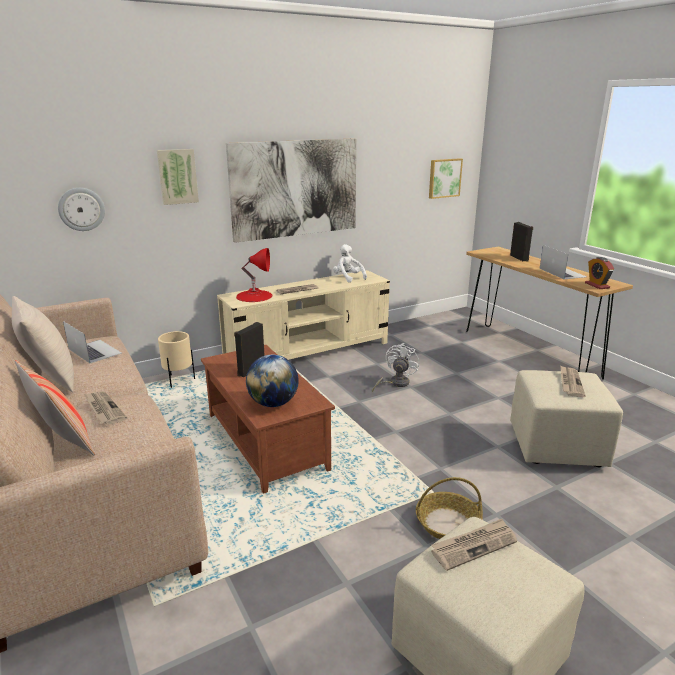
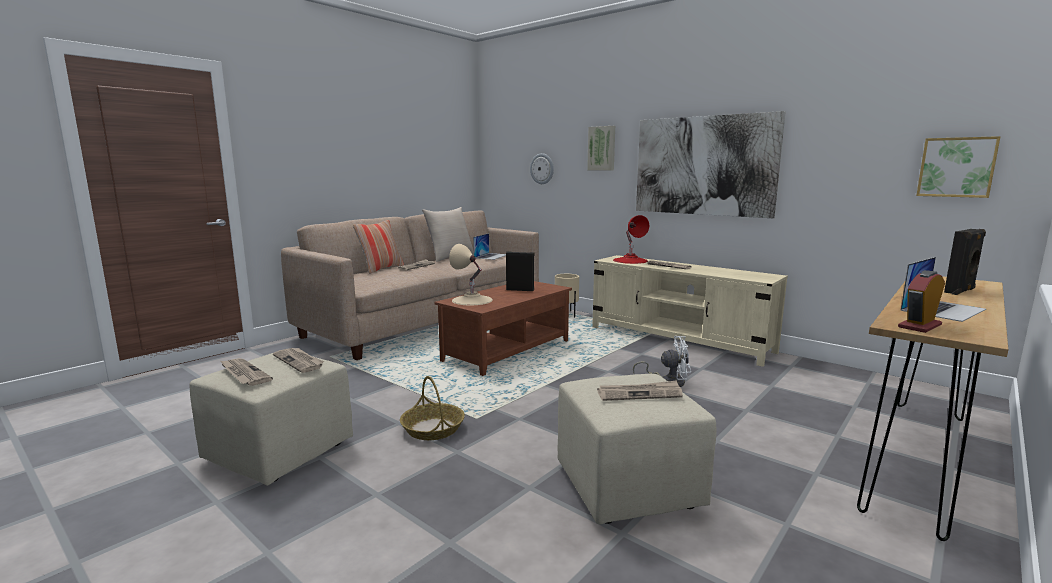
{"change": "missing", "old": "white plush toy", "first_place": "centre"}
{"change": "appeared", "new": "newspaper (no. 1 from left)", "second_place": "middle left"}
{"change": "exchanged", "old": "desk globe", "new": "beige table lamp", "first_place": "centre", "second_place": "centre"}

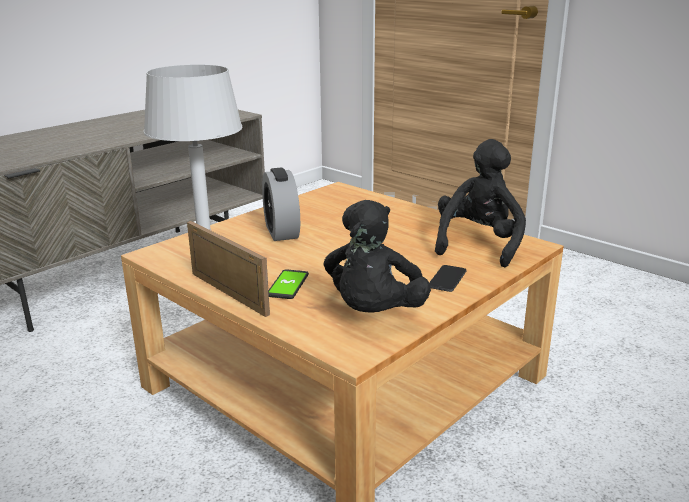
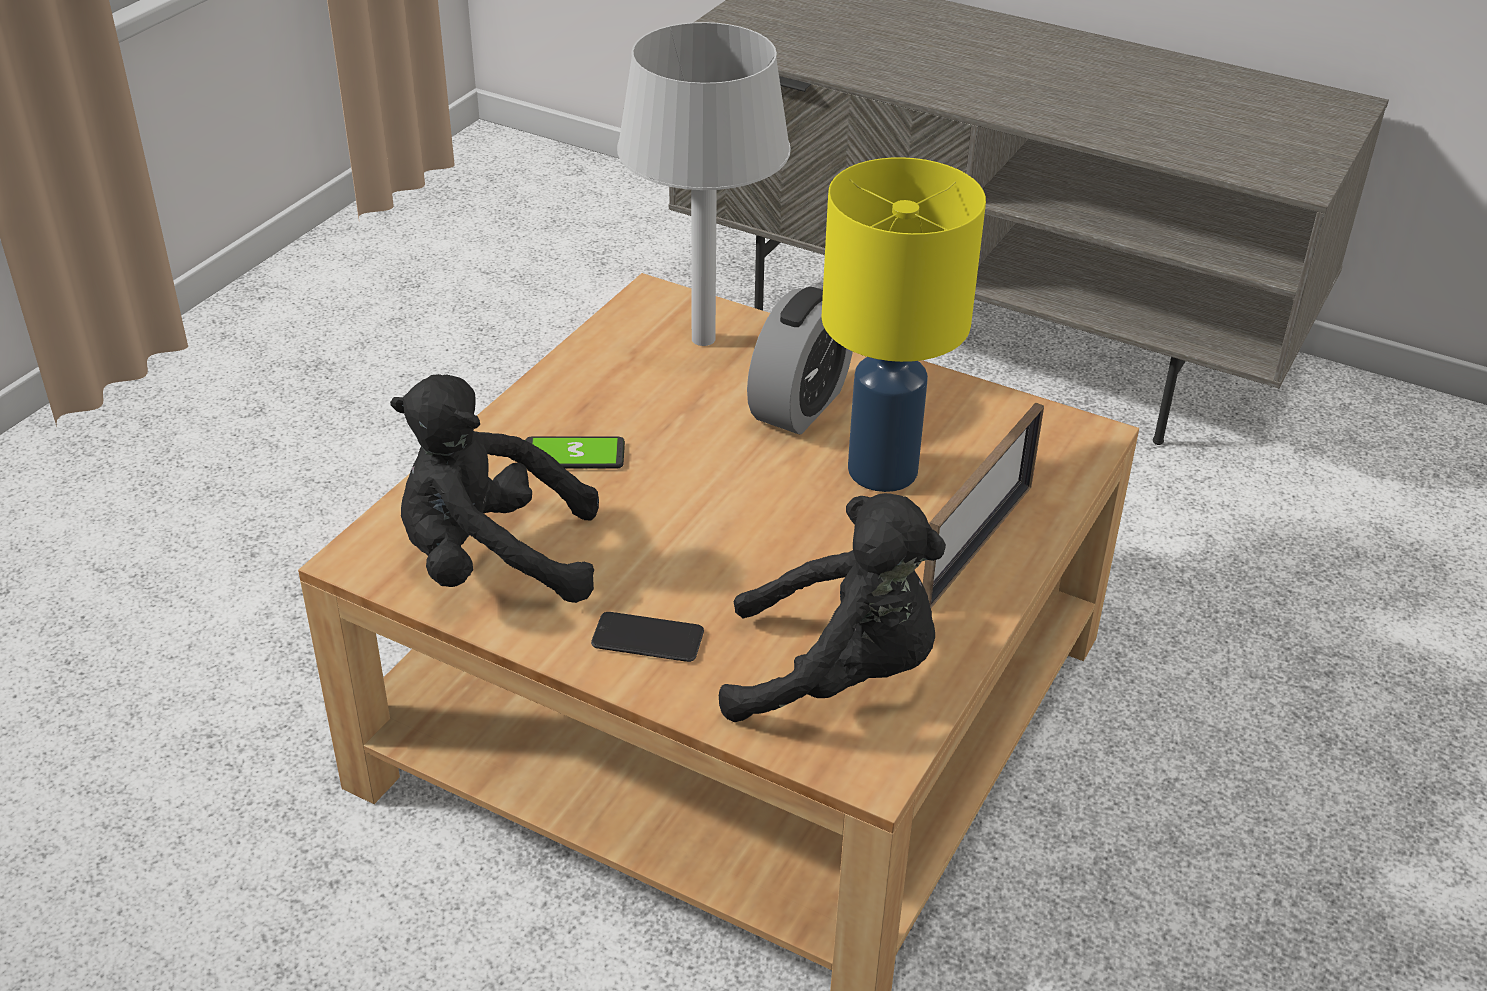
{"change": "appeared", "new": "yellow-coloured table lamp", "second_place": "top centre"}
{"change": "relocated", "old": "photo frame", "first_place": "middle left", "second_place": "centre"}
{"change": "spun", "old": "bedside clock", "first_place": "centre", "second_place": "centre", "degrees": 150}

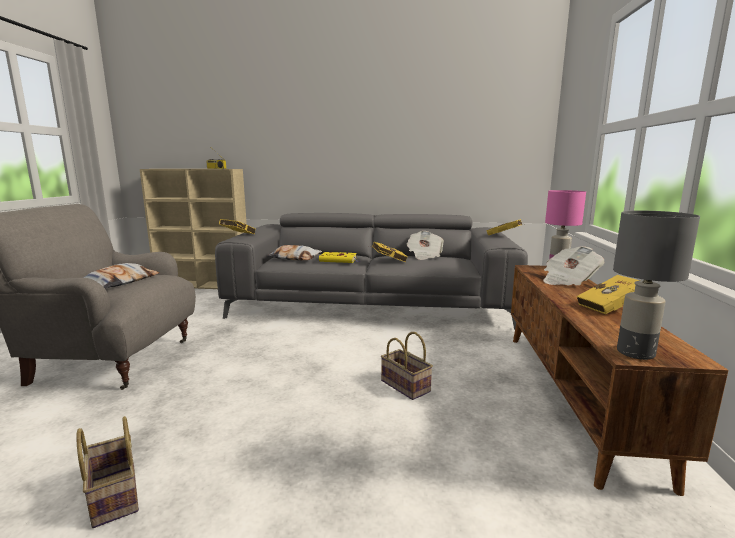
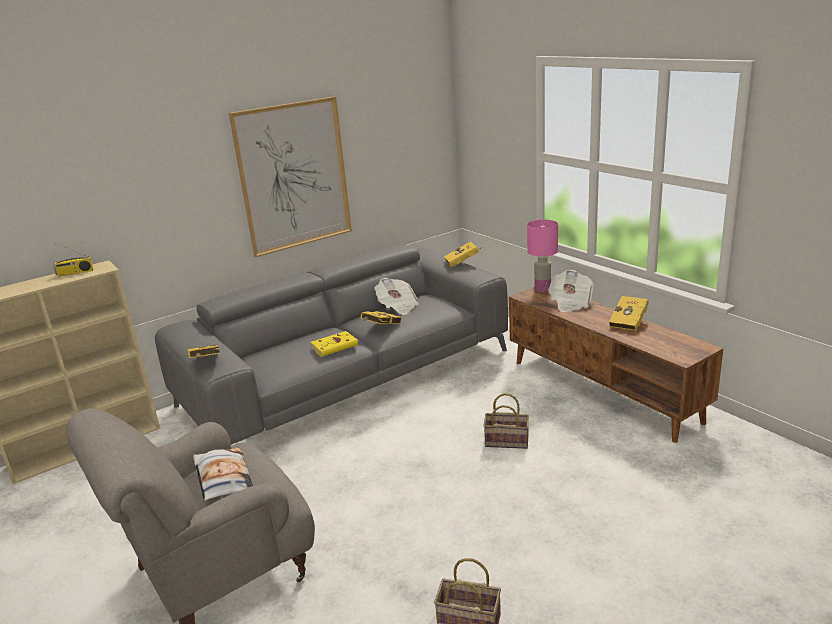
{"change": "missing", "old": "pillow (no. 2 from left)", "first_place": "centre"}
{"change": "missing", "old": "gray table lamp", "first_place": "middle right"}
{"change": "appeared", "new": "wall picture", "second_place": "top centre"}

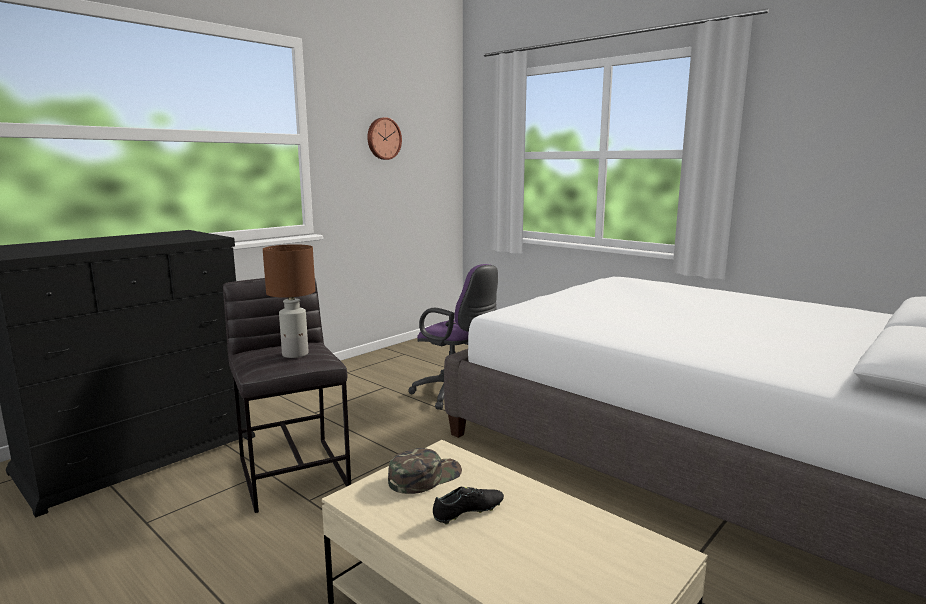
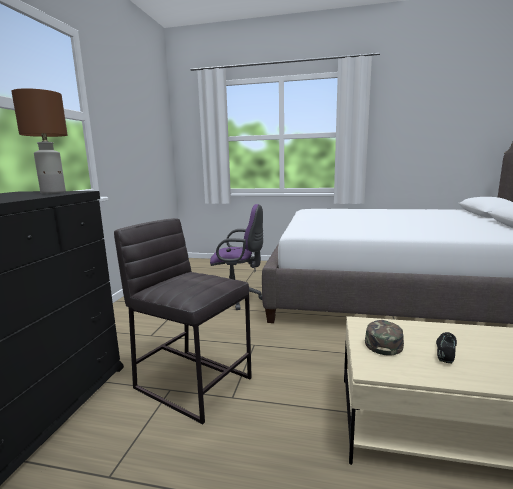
{"change": "missing", "old": "wall clock", "first_place": "top centre"}
{"change": "relocated", "old": "brown table lamp", "first_place": "middle left", "second_place": "top left"}

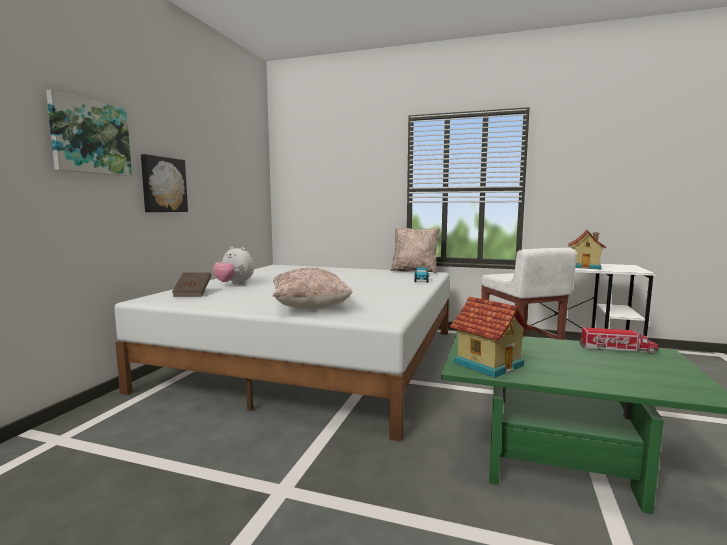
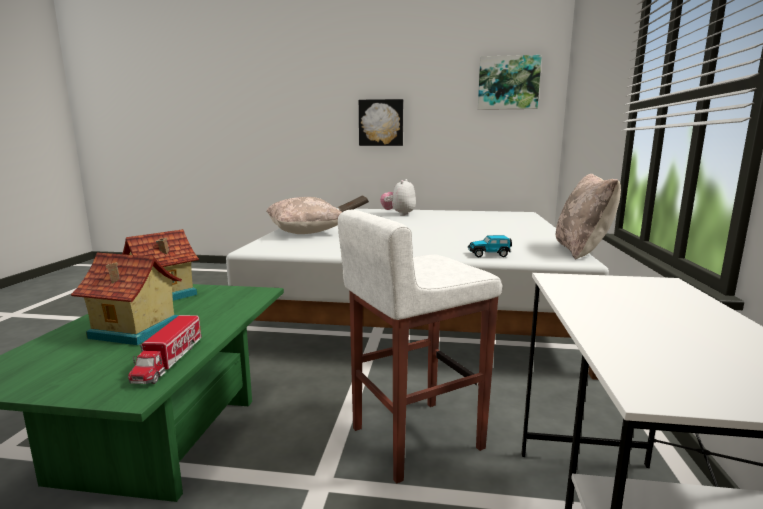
{"change": "relocated", "old": "wall picture (no. 1 from left in the first image)", "new": "wall picture (no. 2 from left)", "first_place": "top left", "second_place": "top right"}
{"change": "relocated", "old": "miniature house (no. 2 from left in the first image)", "new": "miniature house (no. 1 from left)", "first_place": "middle right", "second_place": "middle left"}

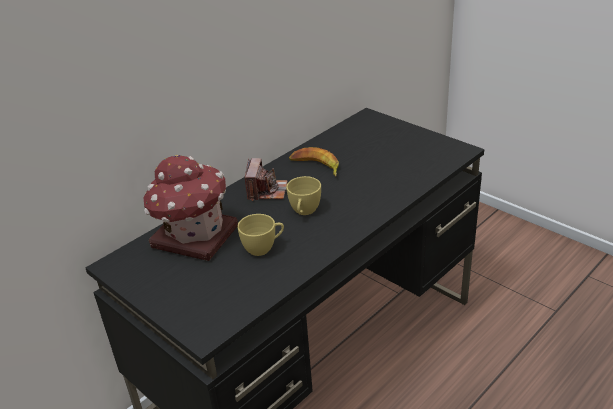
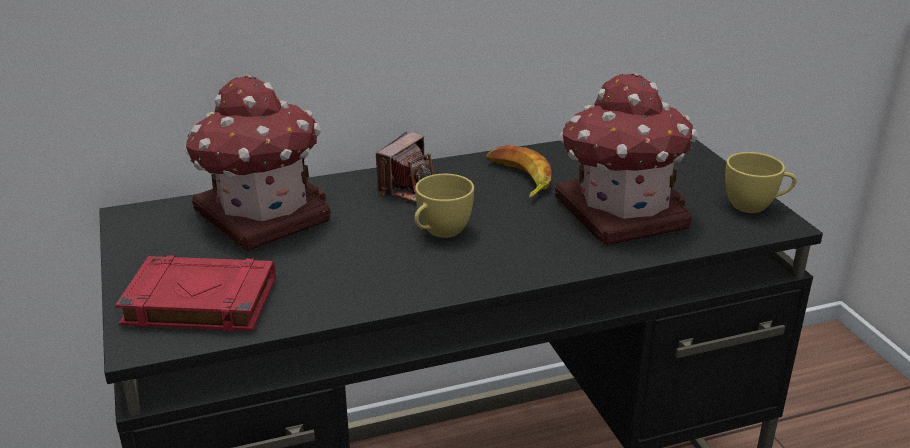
{"change": "appeared", "new": "reddish book", "second_place": "middle left"}
{"change": "appeared", "new": "miniature house (no. 2 from left)", "second_place": "middle right"}
{"change": "relocated", "old": "yellow-coloured drinking cup (no. 1 from left in the first image)", "new": "yellow-coloured drinking cup (no. 2 from left)", "first_place": "centre", "second_place": "middle right"}

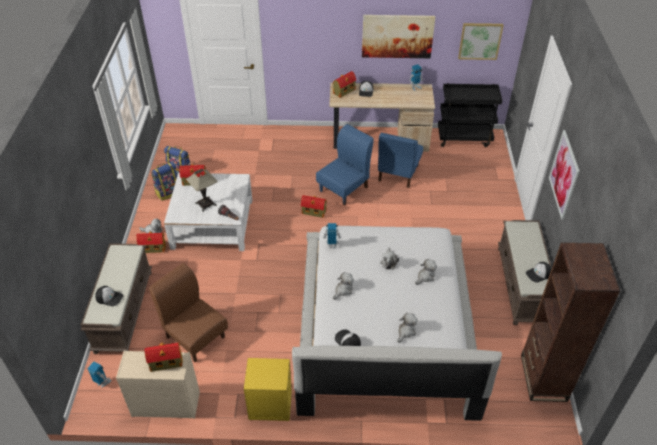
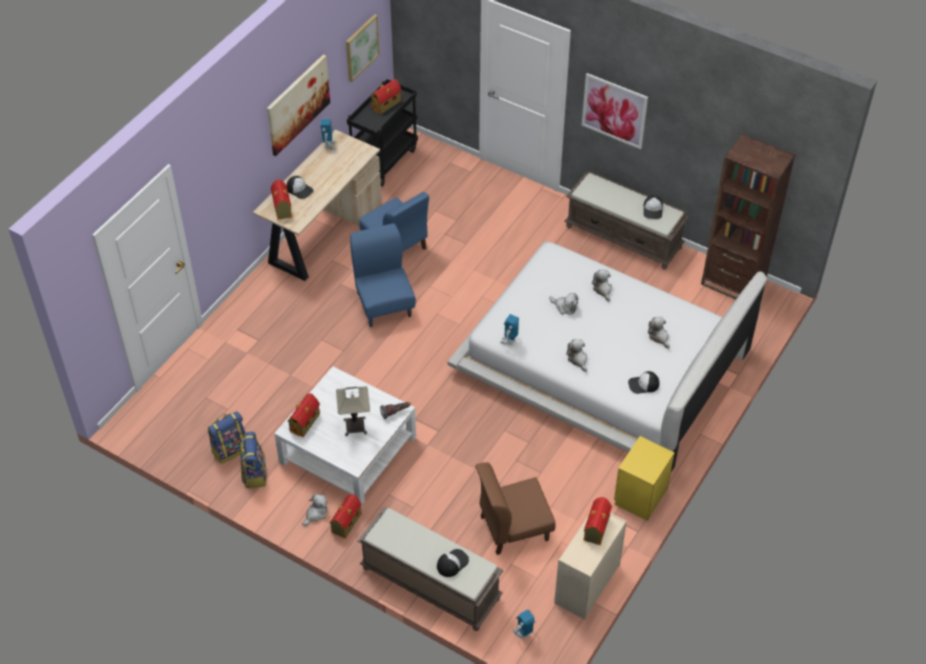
{"change": "relocated", "old": "miniature house (no. 4 from left)", "first_place": "centre", "second_place": "top centre"}

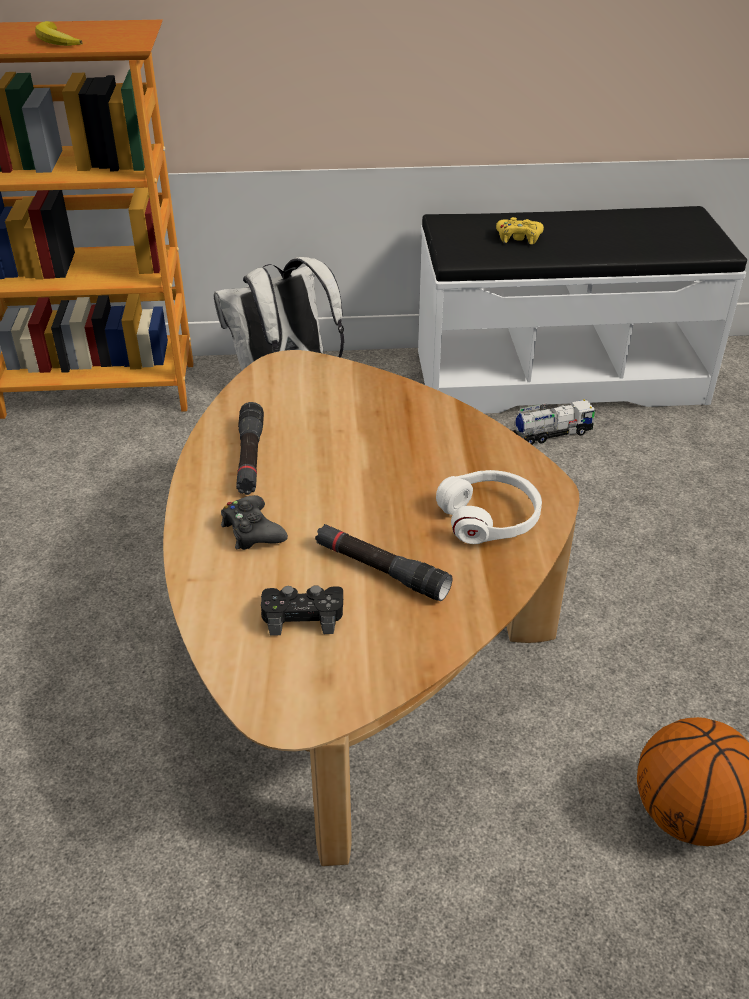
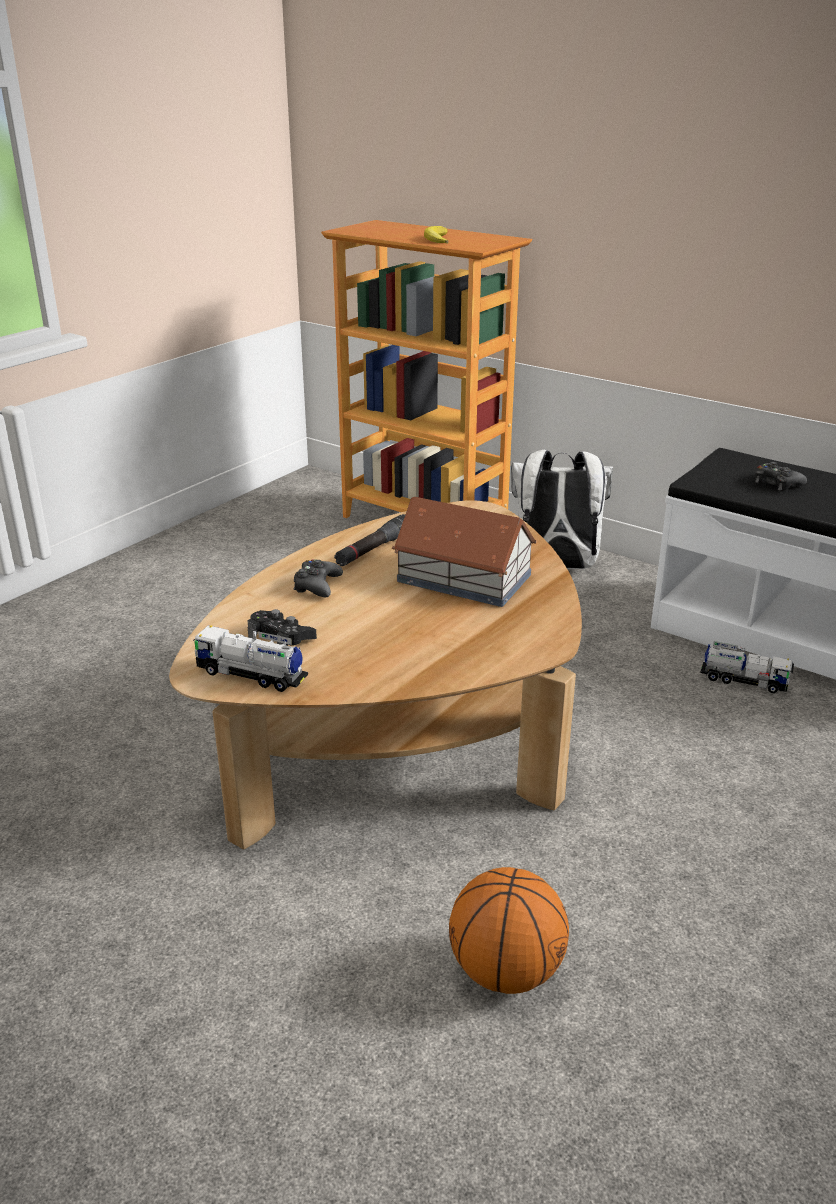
{"change": "missing", "old": "blackish flashlight (no. 2 from left)", "first_place": "centre"}
{"change": "missing", "old": "white pair of headphones", "first_place": "centre"}
{"change": "appeared", "new": "model truck (no. 1 from left)", "second_place": "middle left"}
{"change": "appeared", "new": "miniature house", "second_place": "centre"}
{"change": "colour", "old": "yellow-coloured game controller", "new": "blackish game controller (no. 3 from left)", "first_place": "top right", "second_place": "middle right"}

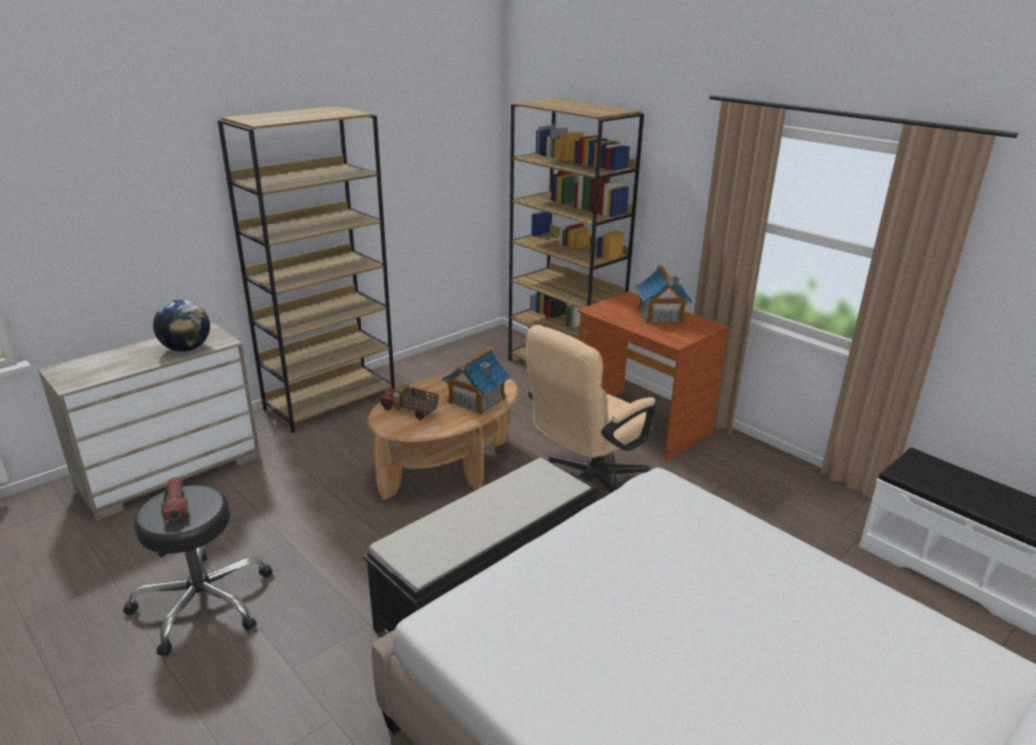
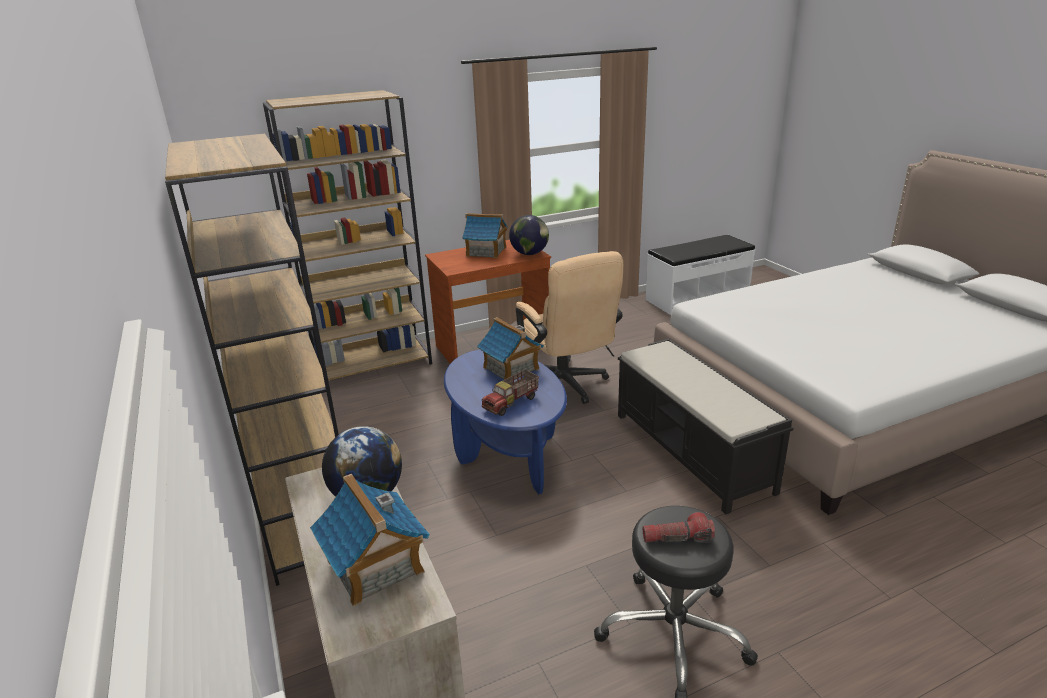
{"change": "appeared", "new": "miniature house (no. 1 from left)", "second_place": "bottom centre"}
{"change": "appeared", "new": "desk globe (no. 2 from left)", "second_place": "centre"}
{"change": "colour", "old": "brown lounge table", "new": "bluish lounge table", "first_place": "centre", "second_place": "centre"}

